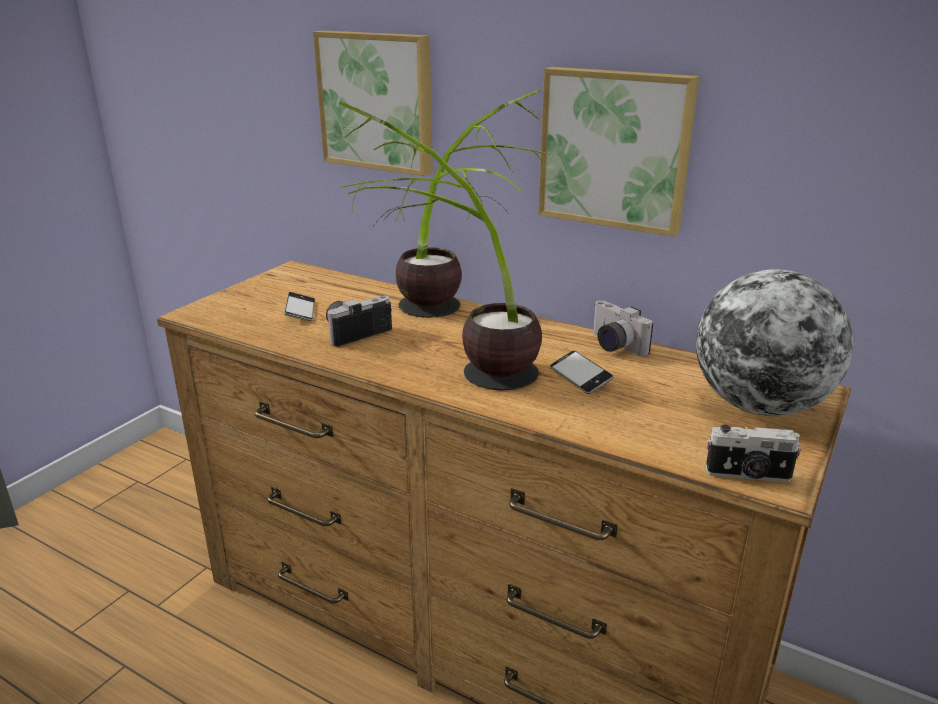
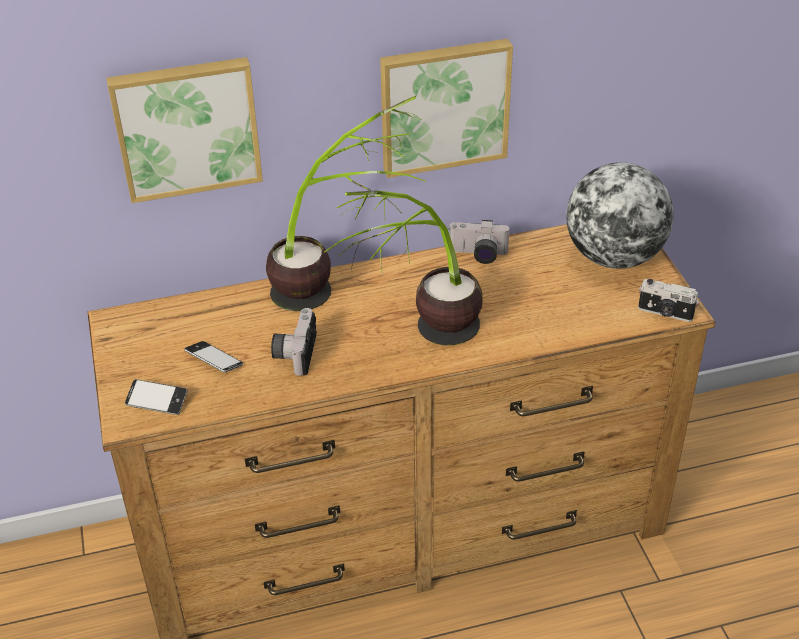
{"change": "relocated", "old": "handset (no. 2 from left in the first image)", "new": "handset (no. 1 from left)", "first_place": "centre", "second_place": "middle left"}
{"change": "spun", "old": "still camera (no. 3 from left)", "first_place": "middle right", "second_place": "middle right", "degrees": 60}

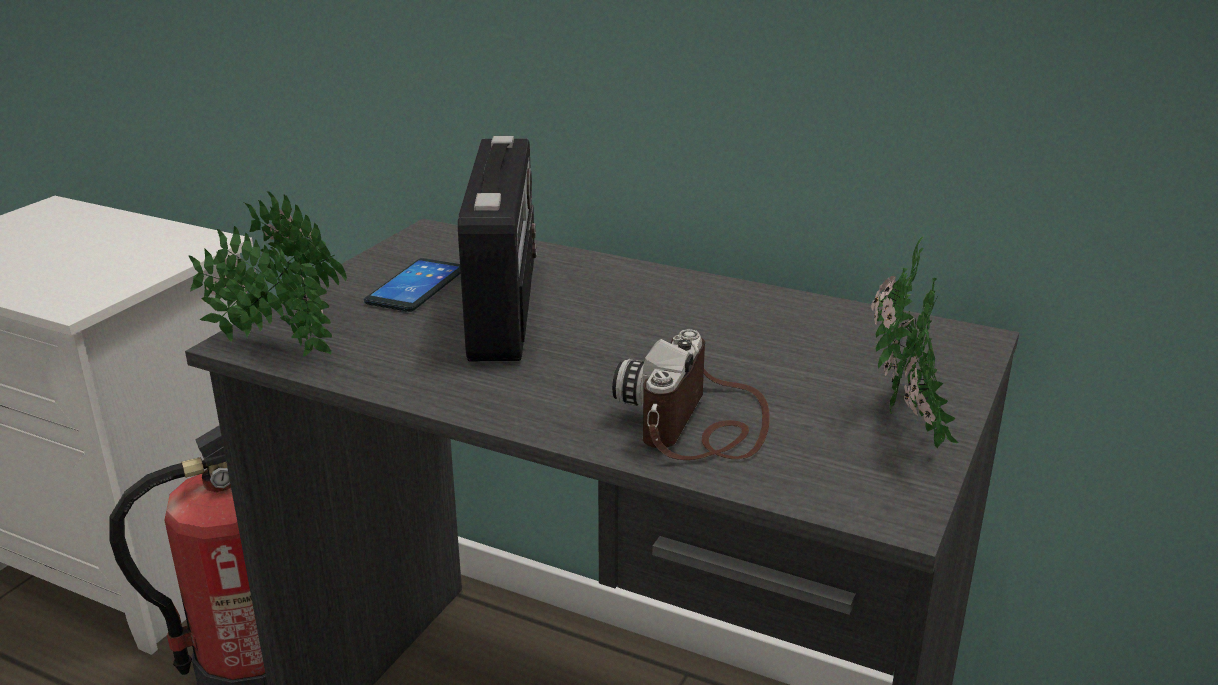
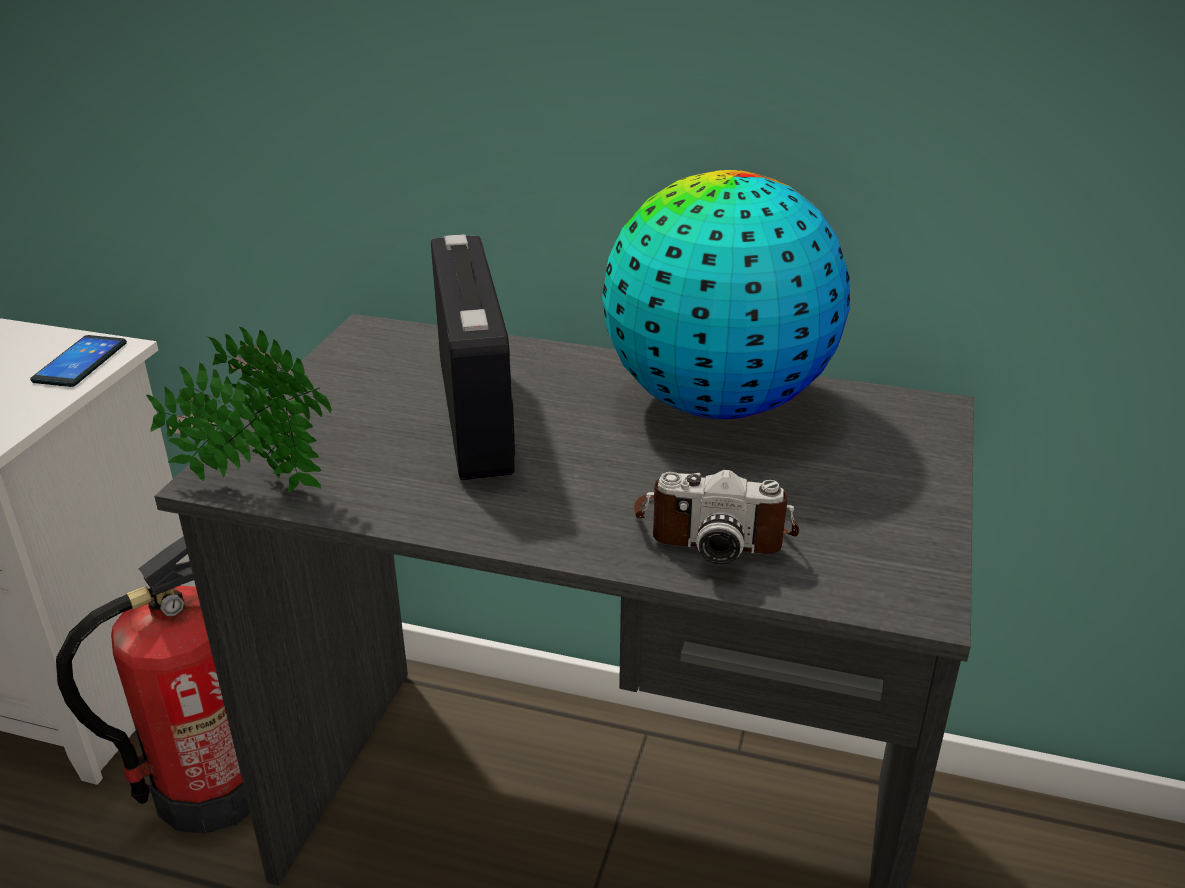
{"change": "missing", "old": "potted plant (no. 2 from left)", "first_place": "middle right"}
{"change": "appeared", "new": "desk globe", "second_place": "top centre"}
{"change": "relocated", "old": "handset", "first_place": "centre", "second_place": "middle left"}
{"change": "spun", "old": "still camera", "first_place": "centre", "second_place": "centre", "degrees": -90}

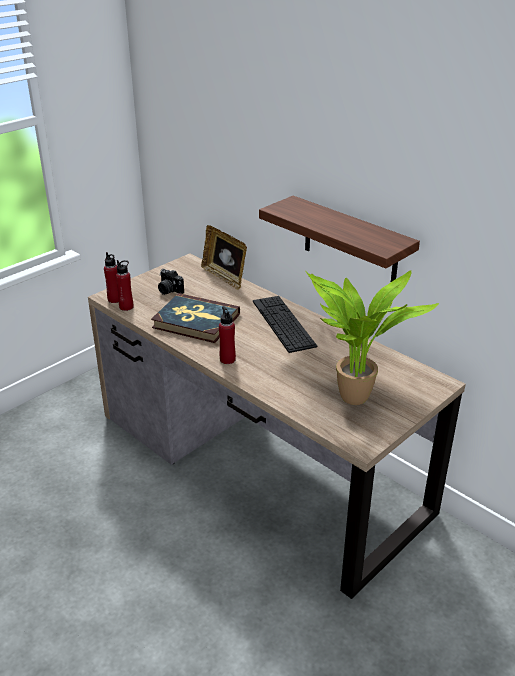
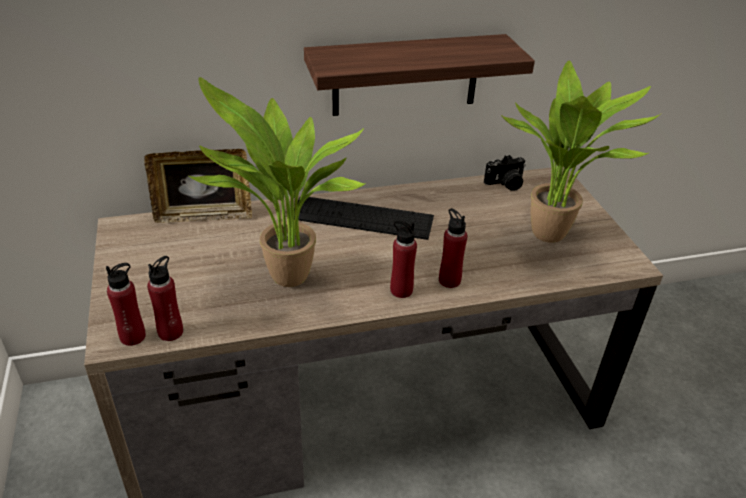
{"change": "appeared", "new": "reddish drink bottle (no. 4 from left)", "second_place": "centre"}
{"change": "relocated", "old": "still camera", "first_place": "middle left", "second_place": "middle right"}
{"change": "exchanged", "old": "book", "new": "potted plant (no. 1 from left)", "first_place": "centre", "second_place": "centre"}

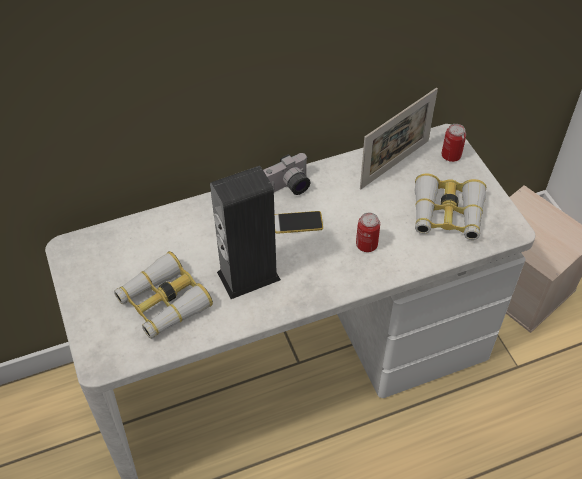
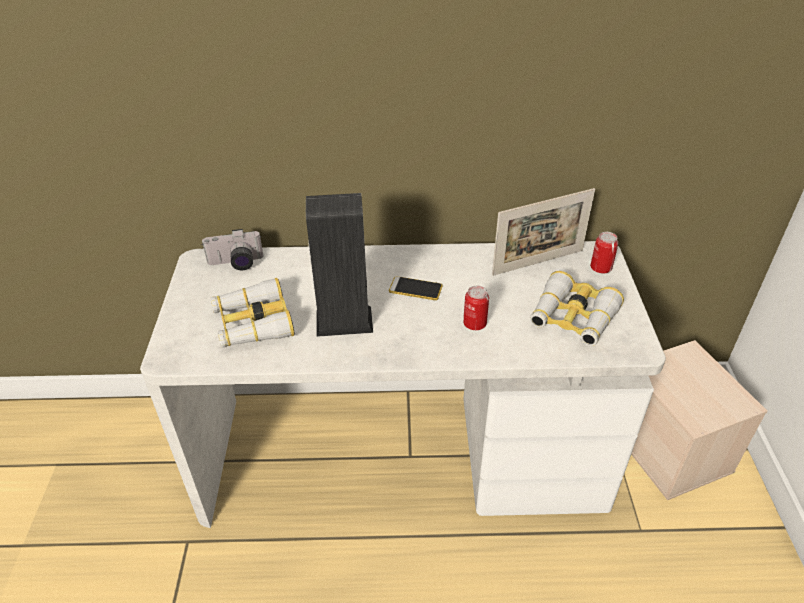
{"change": "relocated", "old": "still camera", "first_place": "centre", "second_place": "middle left"}

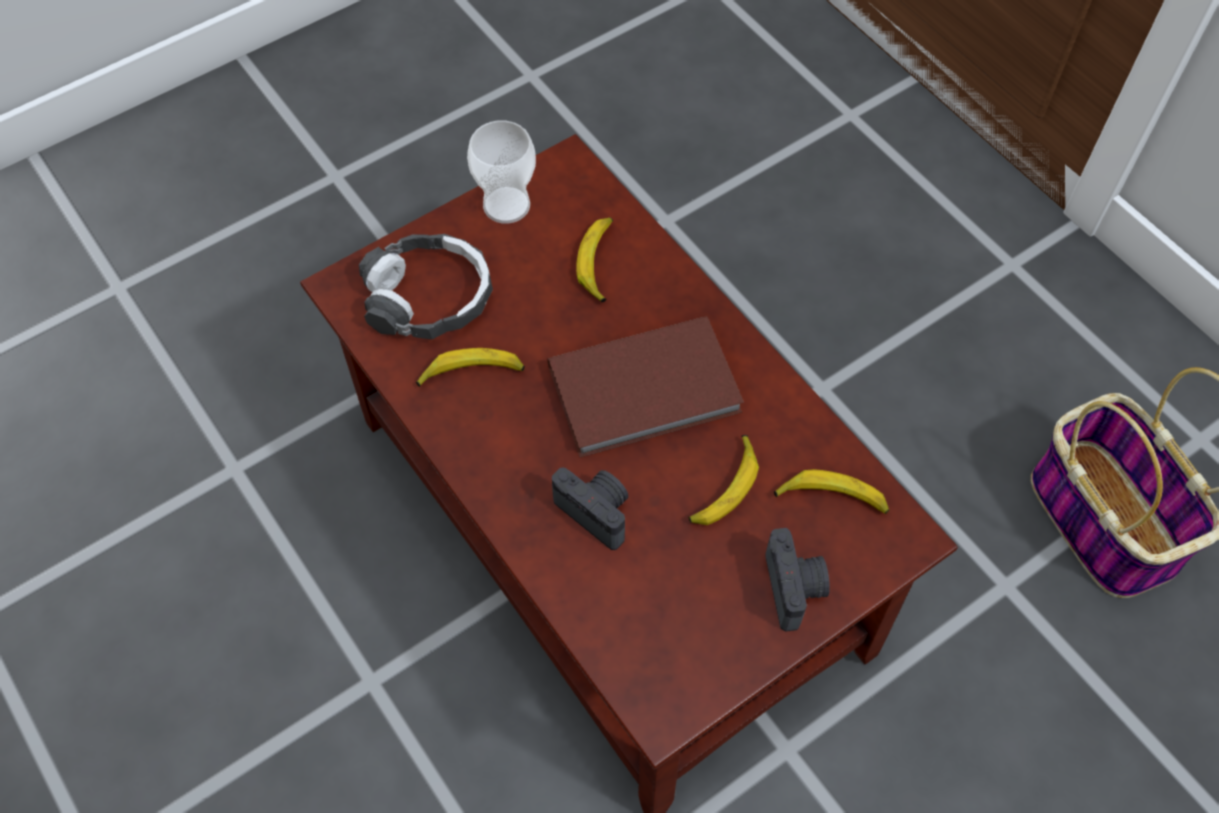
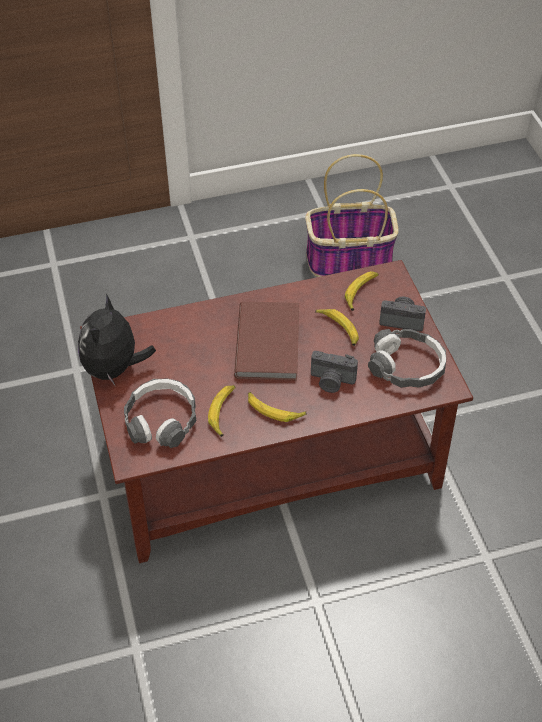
{"change": "appeared", "new": "pair of headphones (no. 2 from left)", "second_place": "middle right"}
{"change": "relocated", "old": "banana fruit (no. 2 from left)", "first_place": "top centre", "second_place": "centre"}
{"change": "exchanged", "old": "drinking cup", "new": "plush toy", "first_place": "top centre", "second_place": "middle left"}
{"change": "spun", "old": "still camera (no. 1 from left)", "first_place": "centre", "second_place": "centre", "degrees": -135}

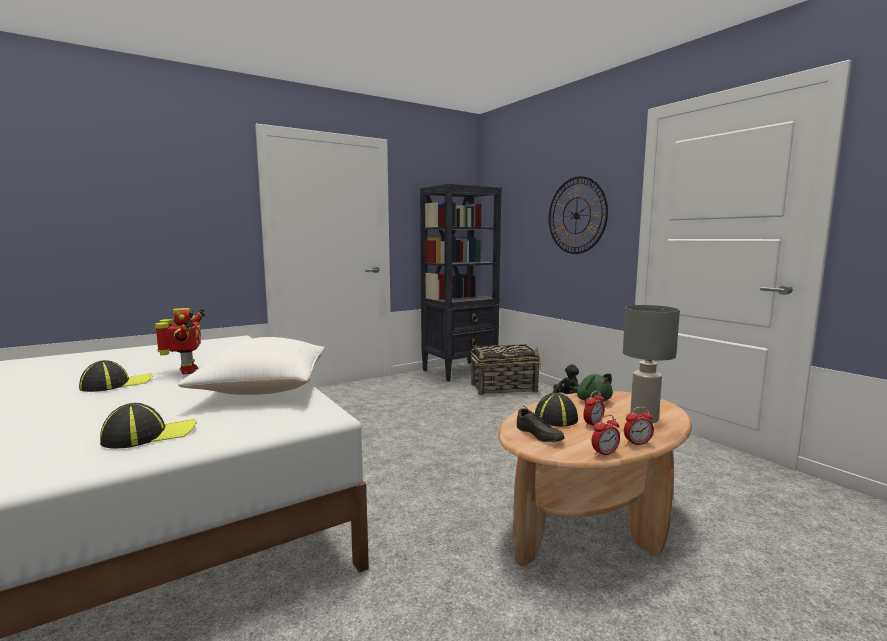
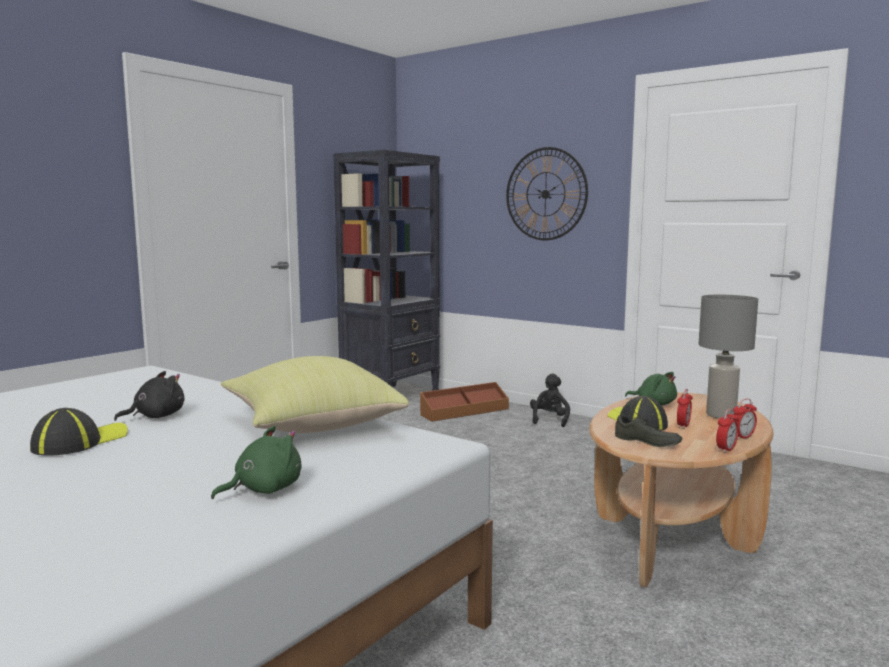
{"change": "exchanged", "old": "peaked cap (no. 2 from left)", "new": "green plush toy (no. 1 from left)", "first_place": "middle left", "second_place": "bottom left"}
{"change": "exchanged", "old": "toy robot", "new": "blackish plush toy (no. 1 from left)", "first_place": "middle left", "second_place": "middle left"}
{"change": "exchanged", "old": "basket", "new": "brown storage container", "first_place": "centre", "second_place": "centre"}
{"change": "colour", "old": "white pillow", "new": "yellow-coloured pillow", "first_place": "middle left", "second_place": "centre"}

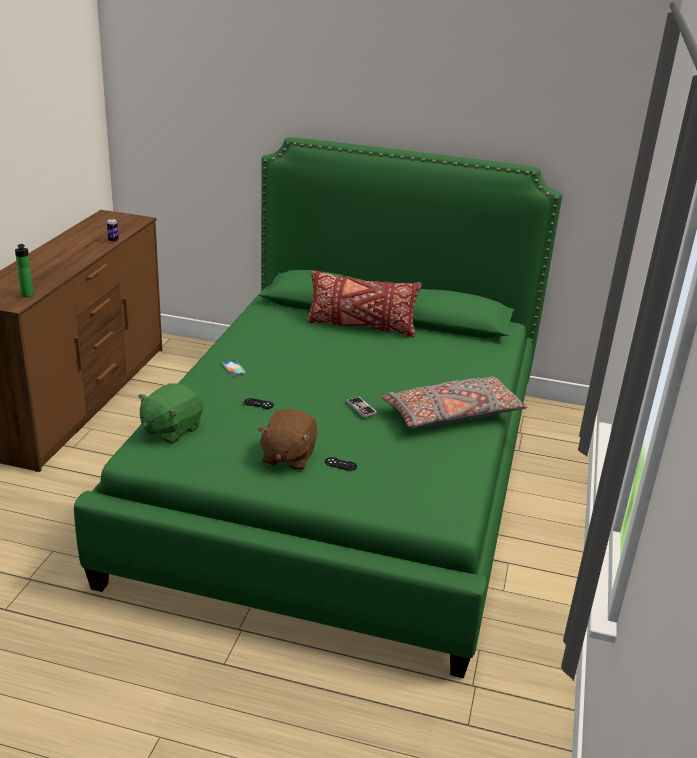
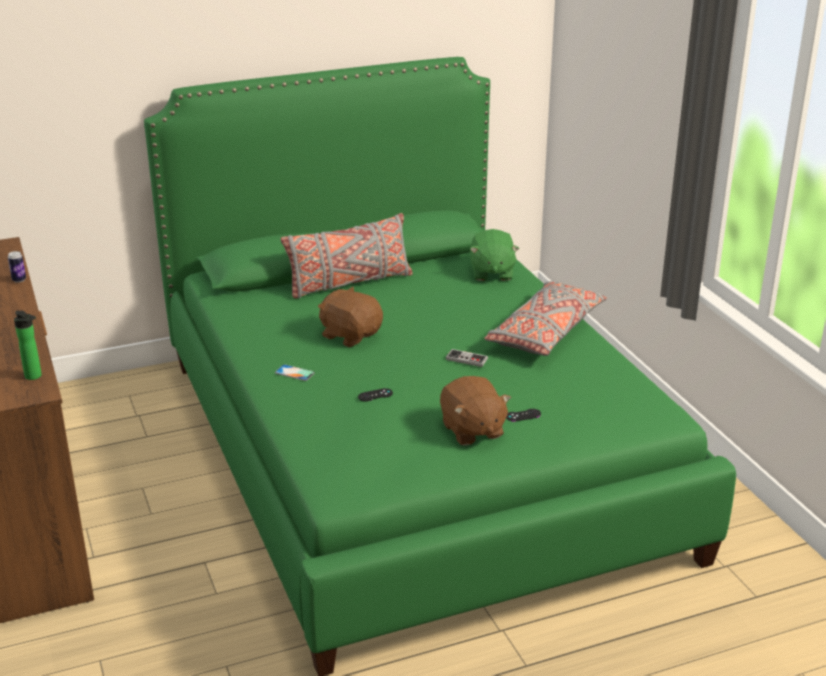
{"change": "appeared", "new": "brown plush toy (no. 1 from left)", "second_place": "centre"}
{"change": "relocated", "old": "green plush toy", "first_place": "middle left", "second_place": "centre"}
{"change": "colour", "old": "reddish pillow", "new": "gray pillow (no. 1 from left)", "first_place": "centre", "second_place": "centre"}

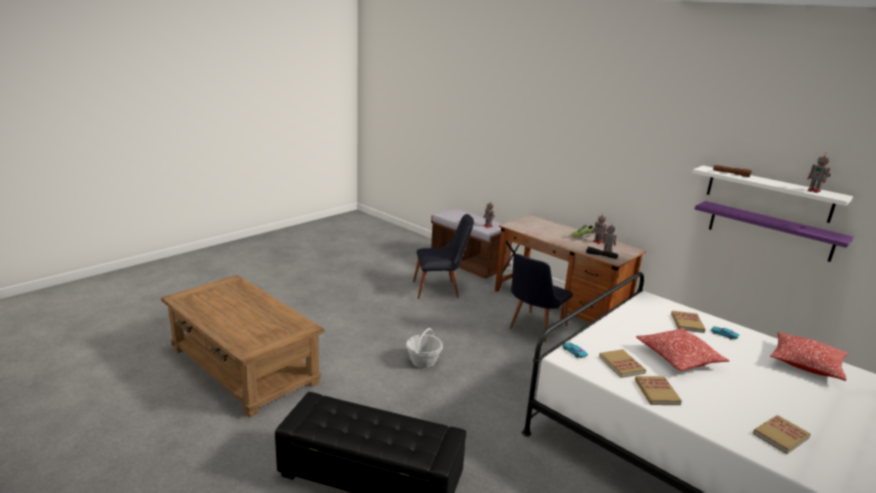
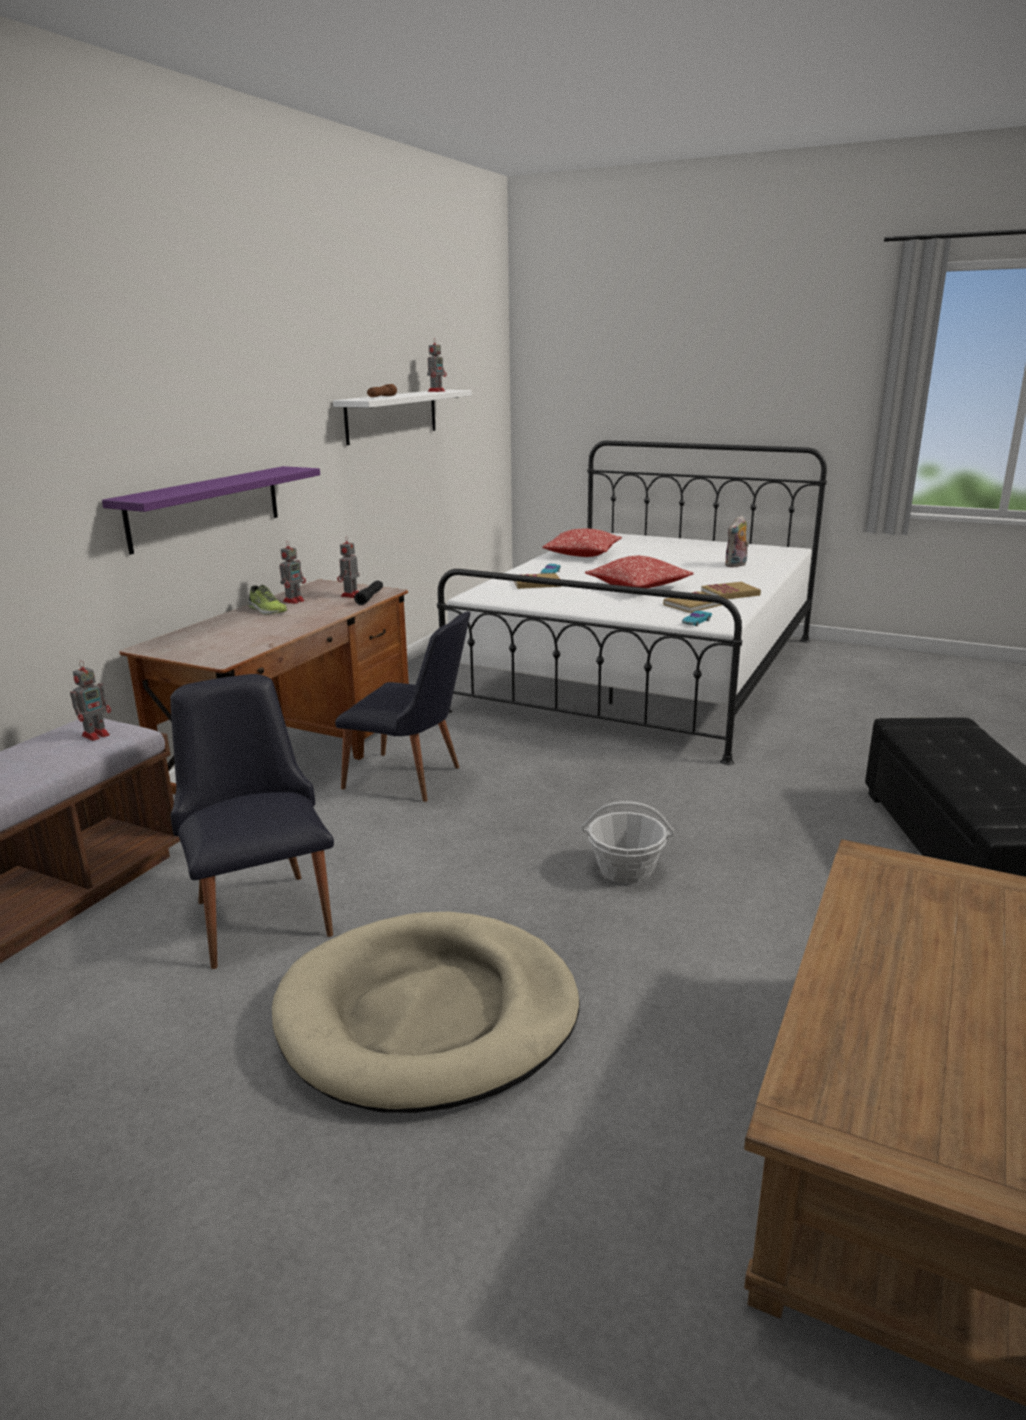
{"change": "appeared", "new": "beige pet bed", "second_place": "bottom centre"}
{"change": "relocated", "old": "purple-coloured wall shelf", "first_place": "middle right", "second_place": "middle left"}
{"change": "exchanged", "old": "book (no. 4 from left)", "new": "plush toy", "first_place": "bottom right", "second_place": "middle right"}

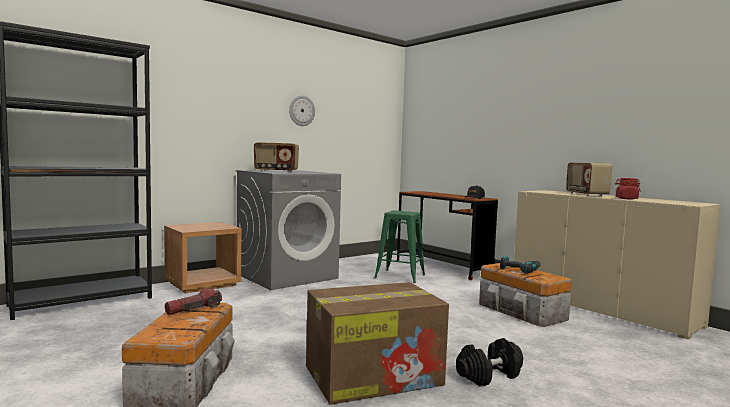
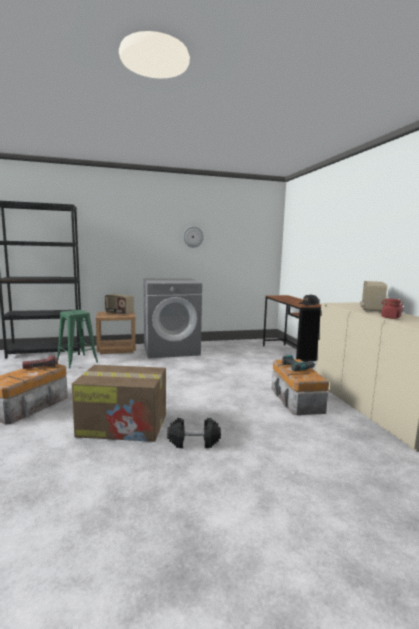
{"change": "relocated", "old": "radio receiver (no. 1 from left)", "first_place": "centre", "second_place": "middle left"}
{"change": "relocated", "old": "green stool", "first_place": "centre", "second_place": "middle left"}

